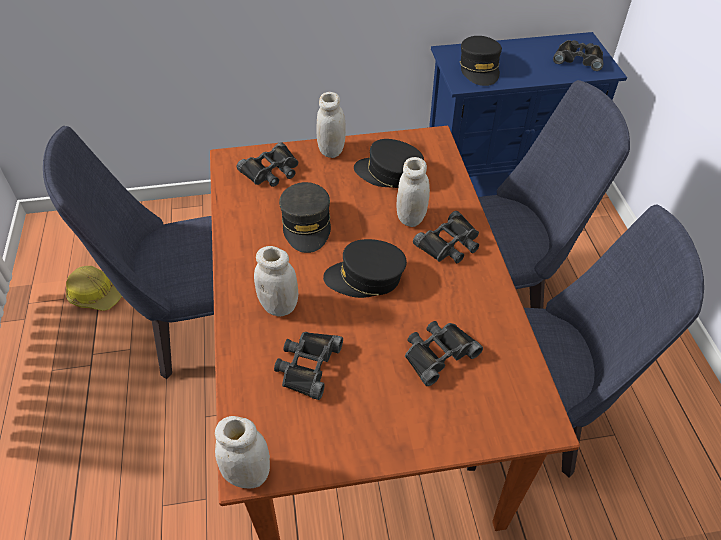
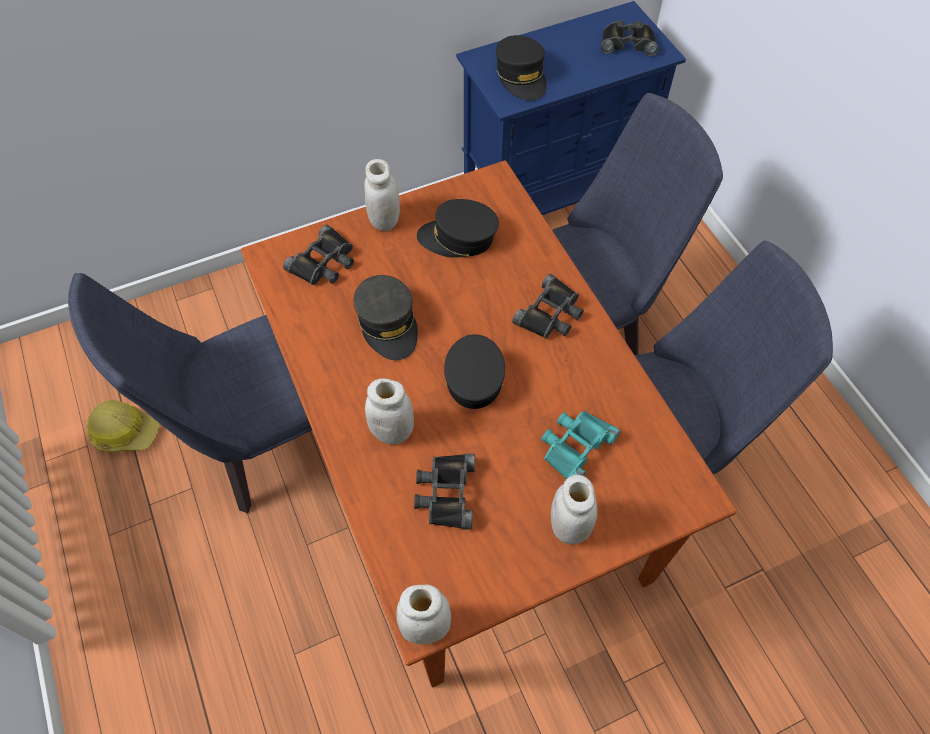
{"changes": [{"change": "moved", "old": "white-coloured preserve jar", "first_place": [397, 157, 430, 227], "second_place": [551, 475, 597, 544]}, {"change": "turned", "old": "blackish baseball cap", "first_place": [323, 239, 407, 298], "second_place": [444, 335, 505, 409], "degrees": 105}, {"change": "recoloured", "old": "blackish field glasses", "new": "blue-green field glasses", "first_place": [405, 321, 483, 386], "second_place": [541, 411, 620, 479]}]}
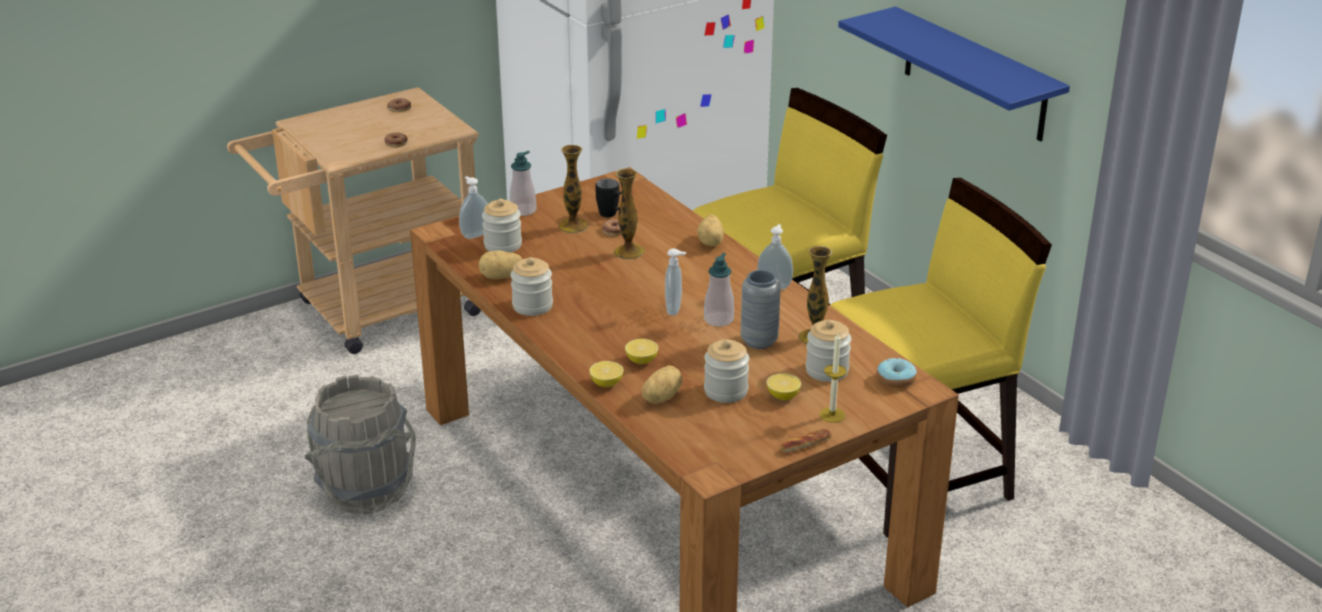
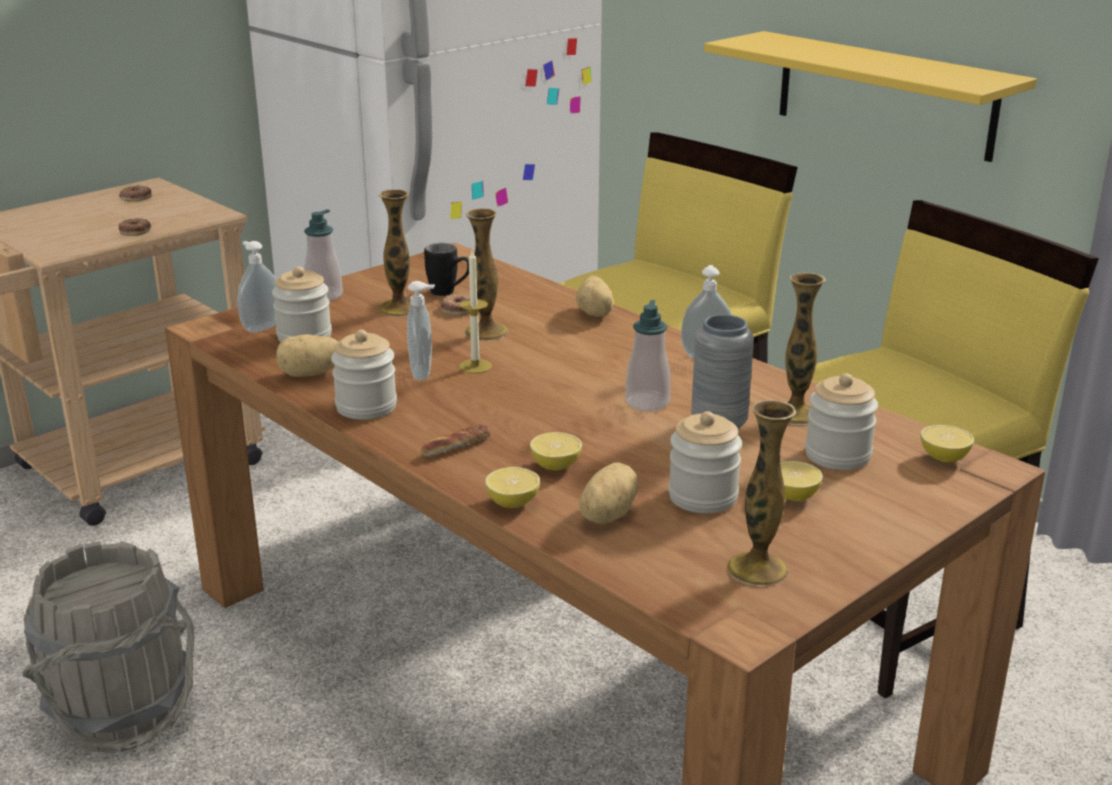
{"changes": [{"change": "recoloured", "old": "bluish bracket shelf", "new": "yellow bracket shelf", "first_place": [838, 7, 1070, 141], "second_place": [704, 31, 1037, 162]}, {"change": "moved", "old": "soap bottle", "first_place": [665, 248, 686, 316], "second_place": [407, 281, 435, 380]}, {"change": "moved", "old": "wax light", "first_place": [819, 333, 847, 423], "second_place": [459, 251, 492, 374]}, {"change": "replaced", "old": "ring doughnut", "new": "citrus fruit", "first_place": [877, 358, 917, 388], "second_place": [921, 425, 974, 462]}, {"change": "moved", "old": "bakery bread", "first_place": [781, 429, 831, 452], "second_place": [421, 425, 491, 457]}, {"change": "added", "new": "vase", "second_place": [727, 400, 797, 586]}]}
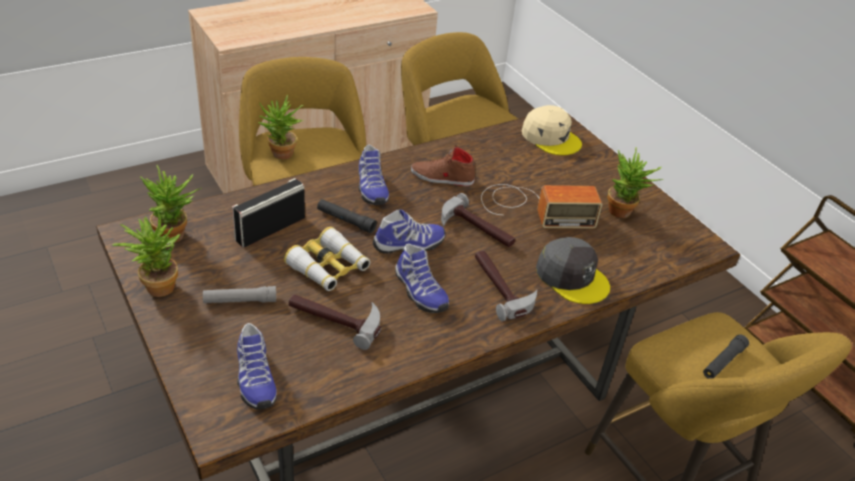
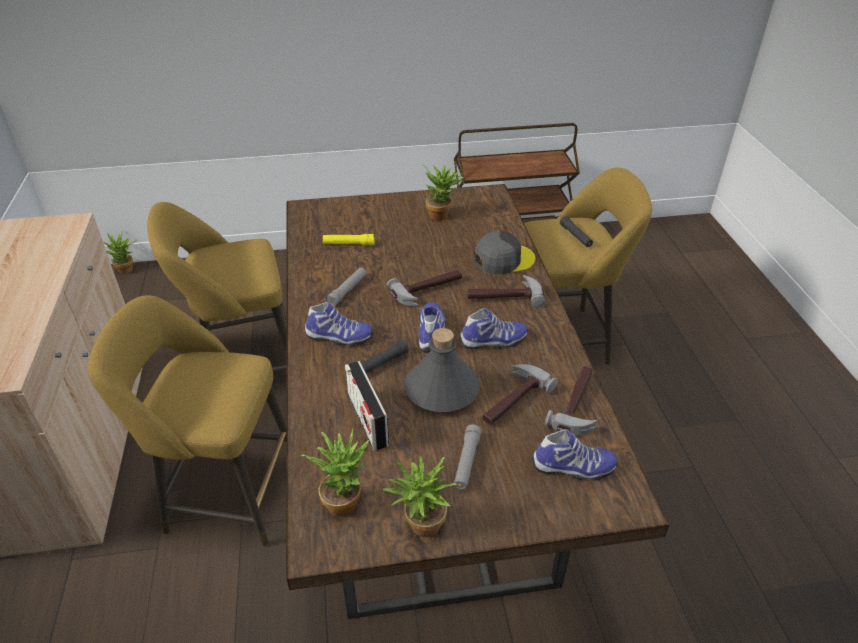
{"changes": [{"change": "moved", "old": "potted plant", "first_place": [258, 95, 303, 160], "second_place": [104, 230, 135, 274]}, {"change": "removed", "old": "sand-coloured baseball cap", "first_place": [522, 105, 582, 155]}, {"change": "replaced", "old": "brown-coloured shoe", "new": "grey torch", "first_place": [411, 145, 475, 186], "second_place": [326, 268, 367, 306]}, {"change": "removed", "old": "radio", "first_place": [481, 184, 603, 229]}, {"change": "replaced", "old": "field glasses", "new": "grey drink bottle", "first_place": [284, 227, 370, 291], "second_place": [404, 328, 480, 412]}, {"change": "added", "new": "yellow torch", "second_place": [323, 234, 374, 245]}, {"change": "added", "new": "hand hammer", "second_place": [545, 366, 598, 435]}]}
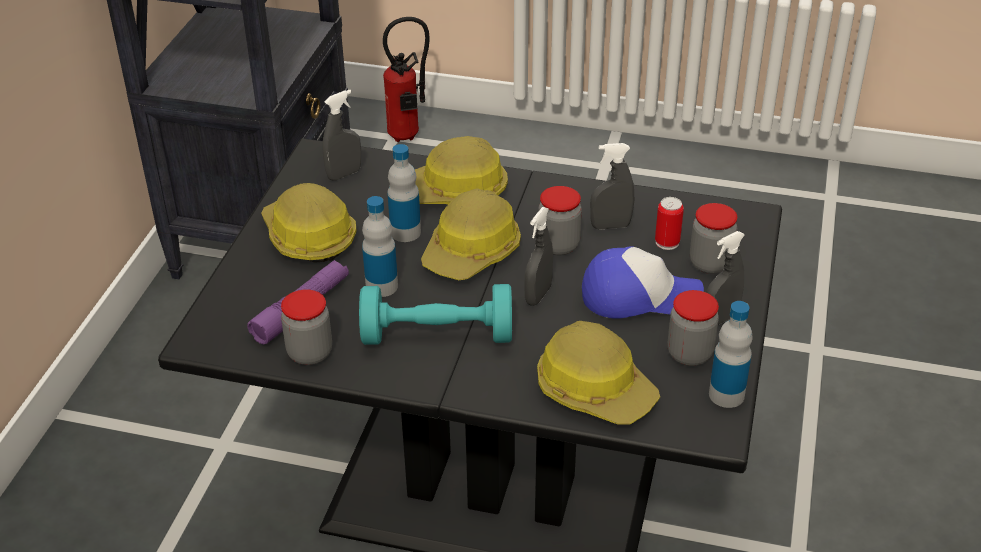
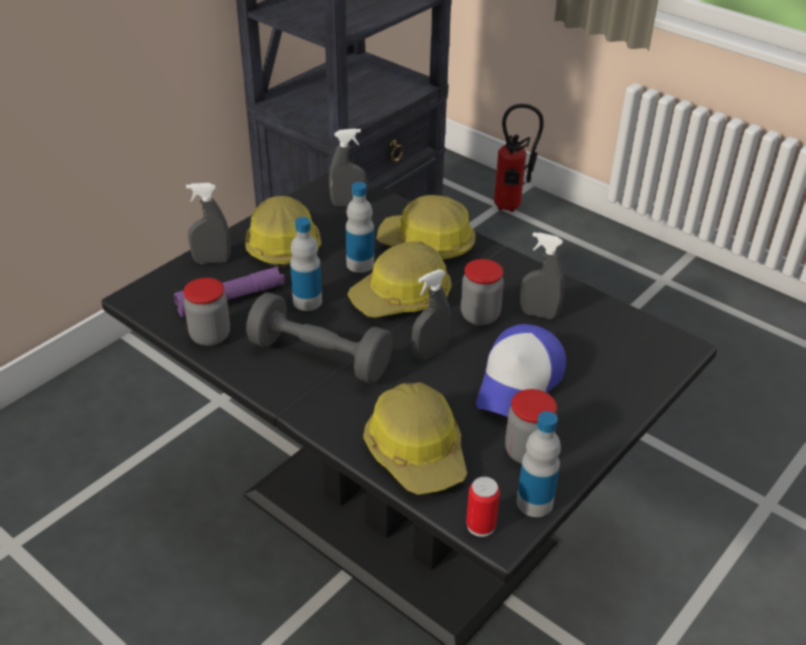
{"changes": [{"change": "moved", "old": "metal can", "first_place": [655, 197, 684, 250], "second_place": [466, 477, 500, 537]}, {"change": "removed", "old": "preserve jar", "first_place": [690, 203, 737, 274]}, {"change": "moved", "old": "grey spray bottle", "first_place": [706, 231, 745, 325], "second_place": [186, 183, 231, 264]}, {"change": "turned", "old": "baseball cap", "first_place": [582, 246, 704, 319], "second_place": [476, 324, 566, 417], "degrees": 90}, {"change": "recoloured", "old": "blue-green hand weight", "new": "grey hand weight", "first_place": [359, 284, 512, 345], "second_place": [246, 293, 393, 383]}]}
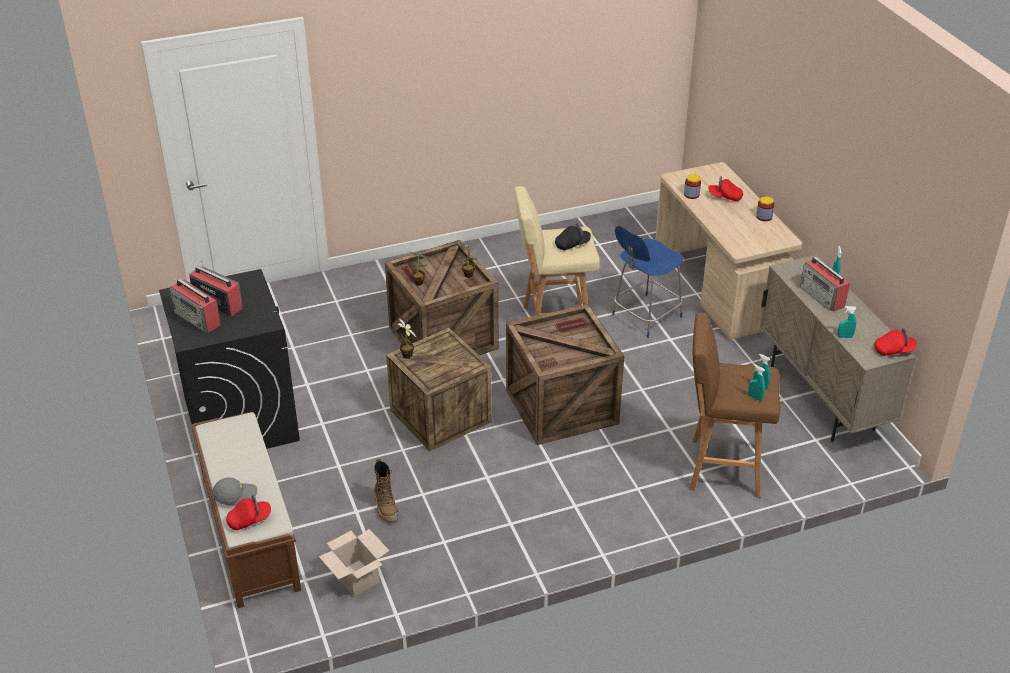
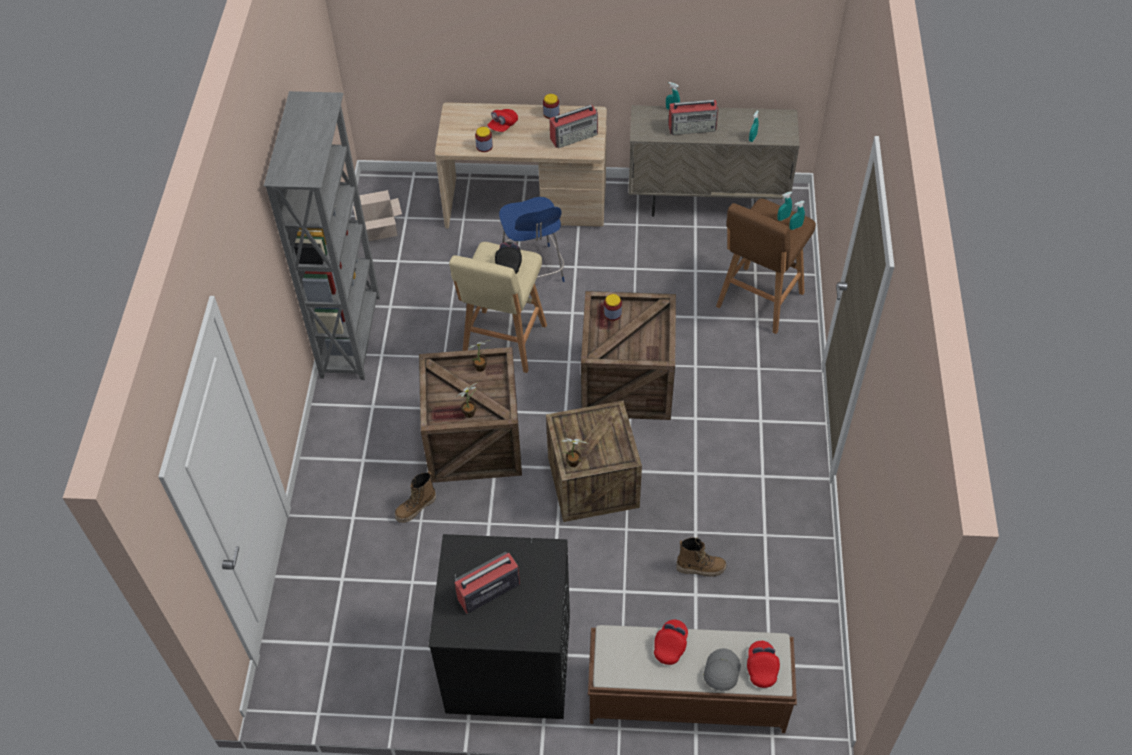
{"changes": [{"change": "moved", "old": "radio", "first_place": [169, 279, 221, 332], "second_place": [549, 105, 598, 148]}, {"change": "moved", "old": "reddish baseball cap", "first_place": [874, 328, 917, 356], "second_place": [654, 619, 688, 665]}, {"change": "moved", "old": "cardboard box", "first_place": [319, 529, 389, 596], "second_place": [353, 190, 402, 241]}, {"change": "added", "new": "grey bookcase", "second_place": [264, 91, 380, 380]}, {"change": "added", "new": "preserve jar", "second_place": [604, 294, 622, 321]}, {"change": "added", "new": "boot", "second_place": [395, 471, 436, 523]}]}
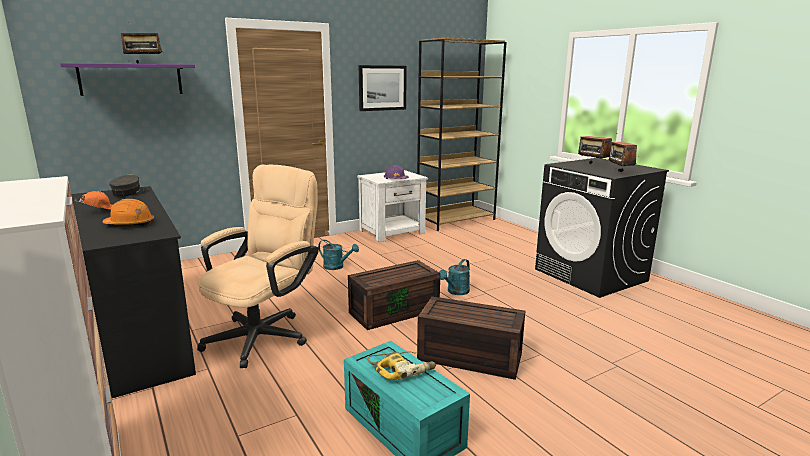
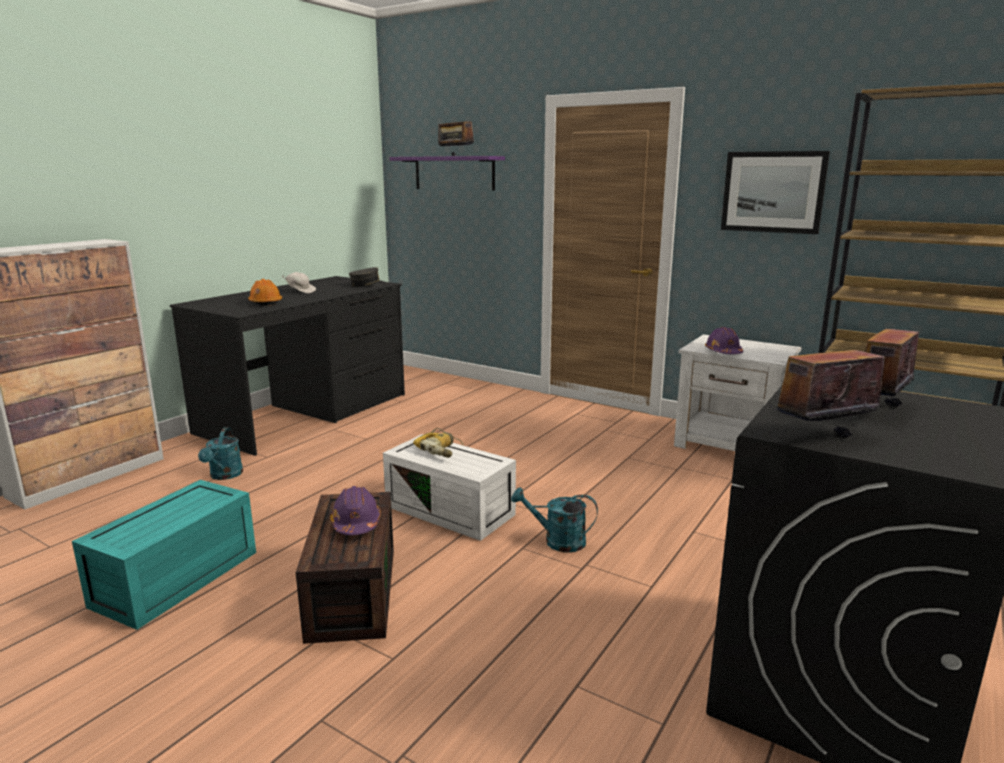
{"changes": [{"change": "removed", "old": "sand-coloured computer chair", "first_place": [197, 164, 319, 368]}, {"change": "recoloured", "old": "orange-coloured baseball cap", "new": "white-coloured baseball cap", "first_place": [74, 191, 113, 210], "second_place": [282, 272, 316, 293]}, {"change": "moved", "old": "blue-green sprinkling can", "first_place": [318, 240, 359, 270], "second_place": [198, 427, 243, 480]}, {"change": "recoloured", "old": "brown-coloured storage container", "new": "white-coloured storage container", "first_place": [348, 260, 440, 330], "second_place": [383, 434, 516, 541]}, {"change": "moved", "old": "electric drill", "first_place": [367, 351, 436, 380], "second_place": [413, 428, 464, 458]}, {"change": "added", "new": "purple hard hat", "second_place": [330, 486, 381, 535]}]}
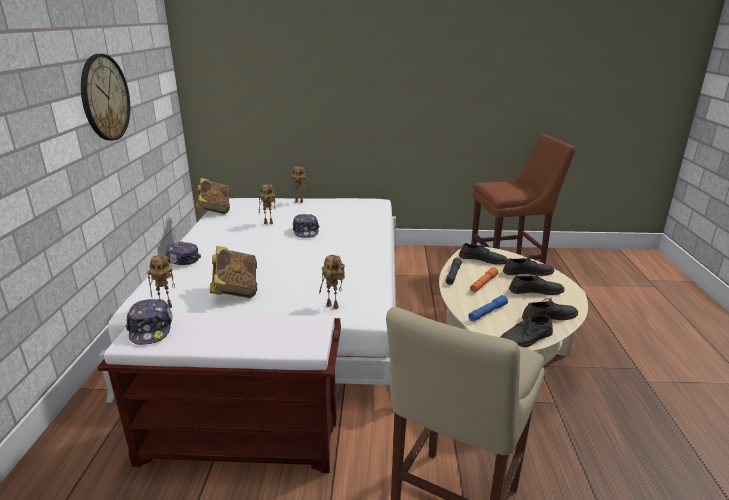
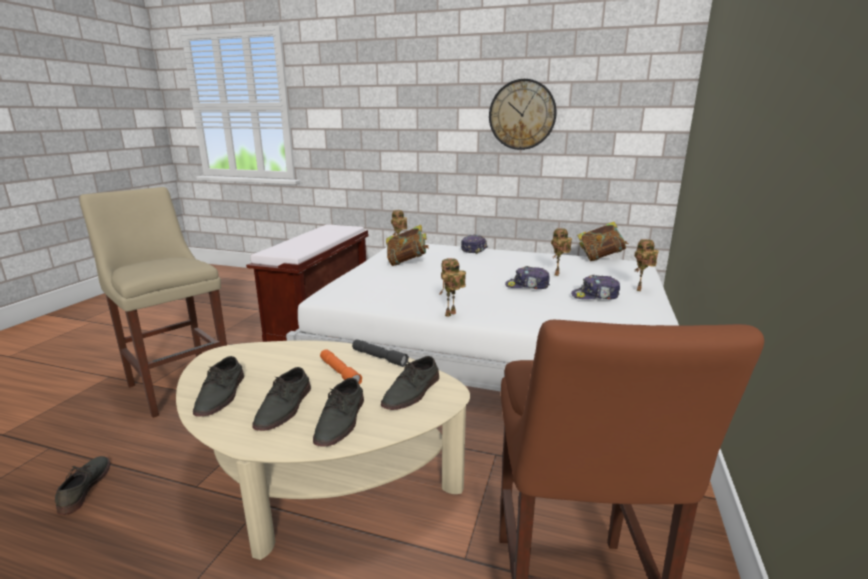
{"changes": [{"change": "moved", "old": "toy robot", "first_place": [319, 255, 345, 309], "second_place": [439, 258, 466, 317]}, {"change": "removed", "old": "bluish torch", "first_place": [468, 295, 508, 321]}, {"change": "moved", "old": "baseball cap", "first_place": [126, 299, 173, 345], "second_place": [571, 275, 620, 299]}, {"change": "moved", "old": "grey shoe", "first_place": [500, 315, 553, 347], "second_place": [55, 456, 110, 515]}]}
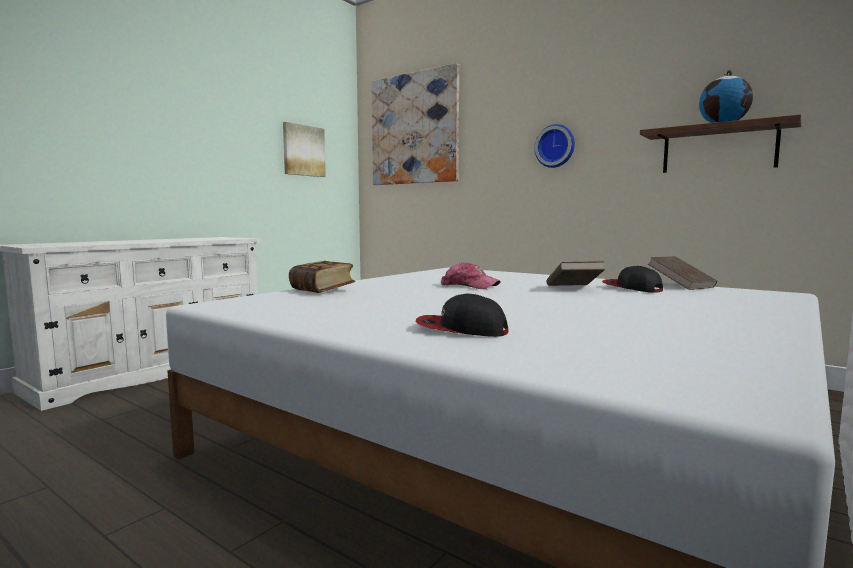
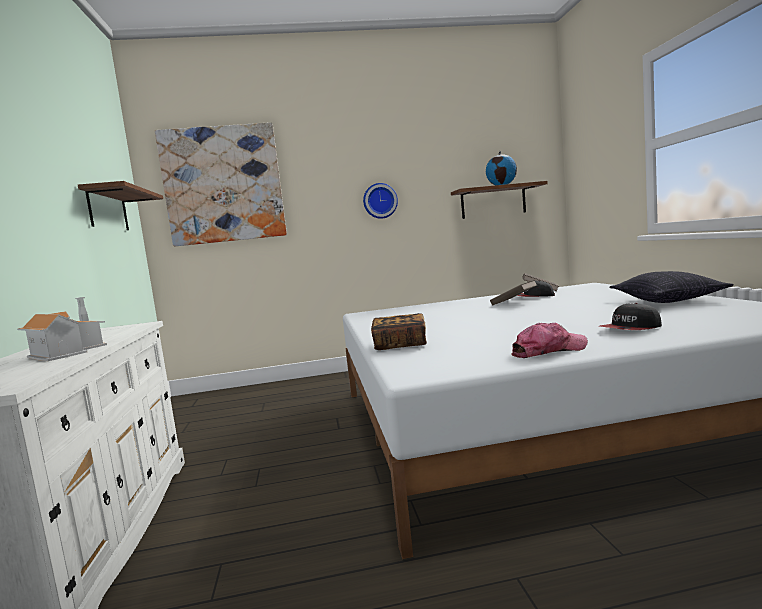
{"changes": [{"change": "replaced", "old": "wall art", "new": "bracket shelf", "first_place": [283, 122, 326, 177], "second_place": [78, 181, 163, 230]}, {"change": "moved", "old": "baseball cap", "first_place": [441, 262, 500, 289], "second_place": [511, 323, 588, 358]}, {"change": "added", "new": "pillow", "second_place": [609, 271, 734, 303]}, {"change": "added", "new": "toy house", "second_place": [17, 297, 107, 361]}]}
